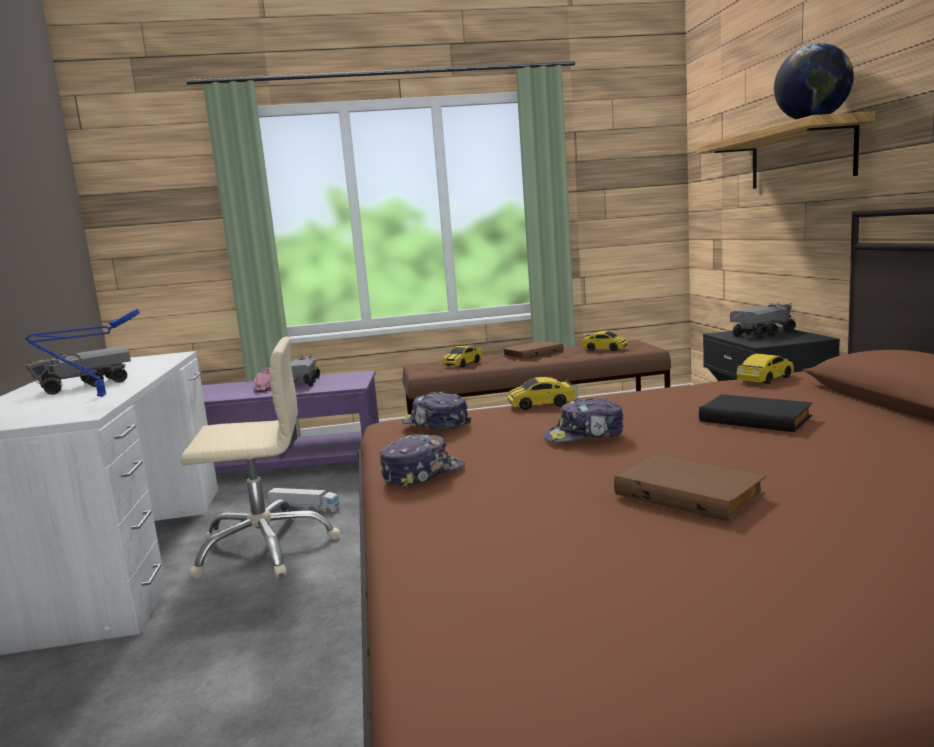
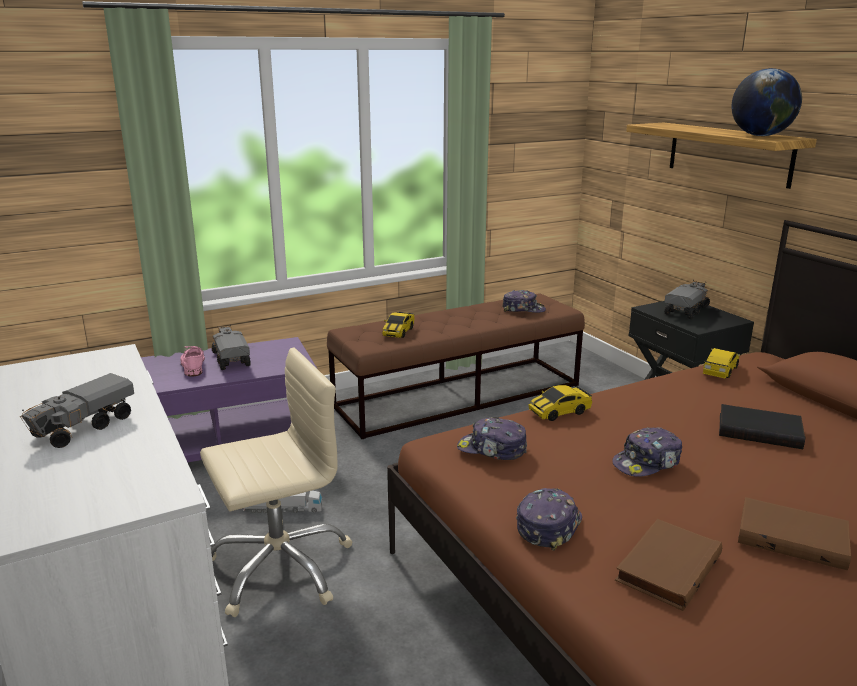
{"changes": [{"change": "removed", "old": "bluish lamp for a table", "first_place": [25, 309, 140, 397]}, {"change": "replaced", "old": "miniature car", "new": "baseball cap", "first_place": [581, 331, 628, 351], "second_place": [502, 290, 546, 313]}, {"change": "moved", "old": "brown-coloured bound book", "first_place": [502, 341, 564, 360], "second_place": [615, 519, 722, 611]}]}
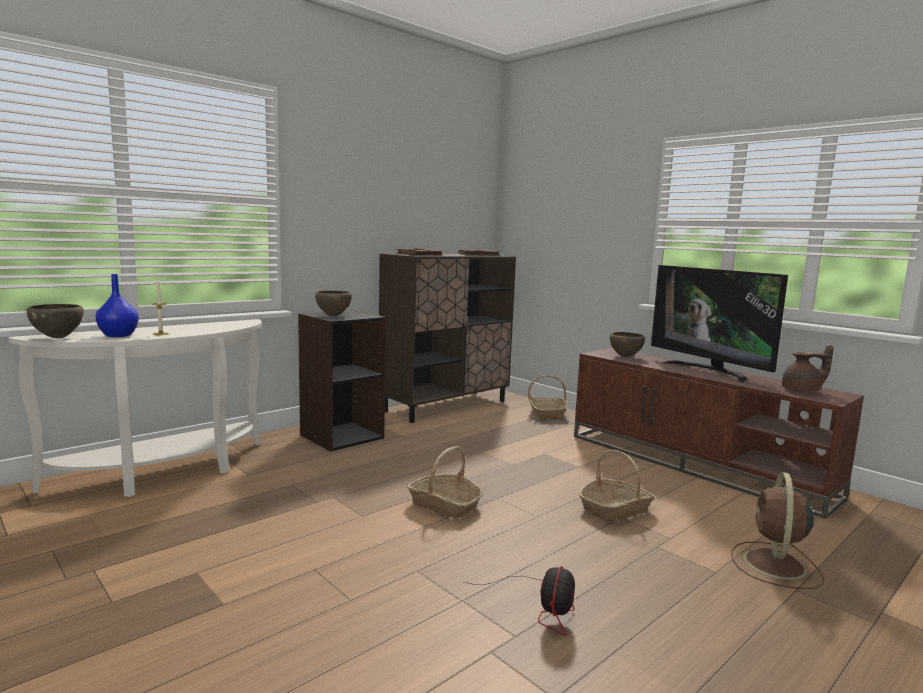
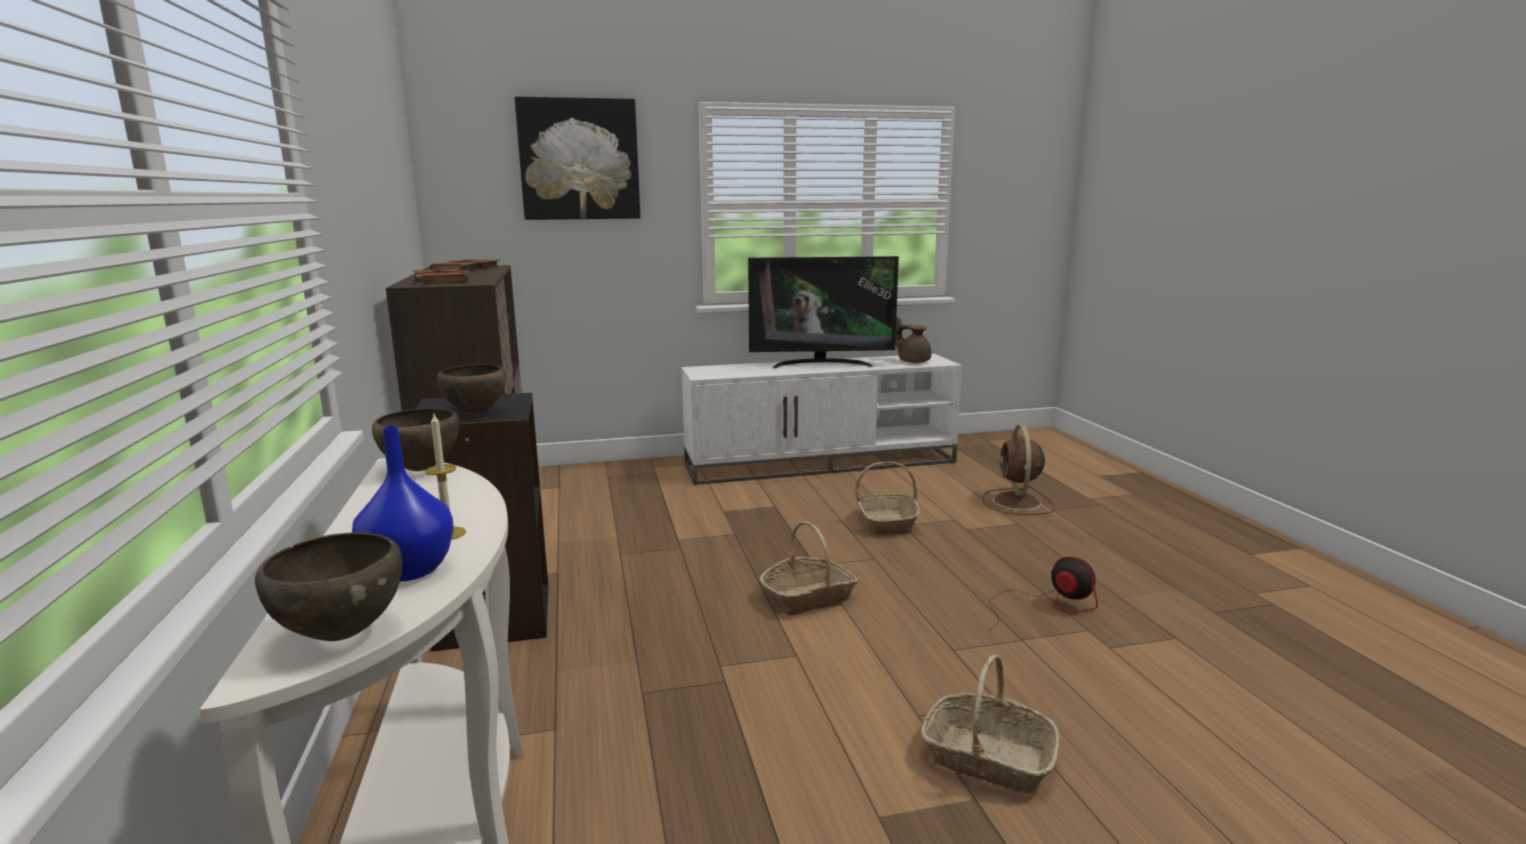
{"changes": [{"change": "moved", "old": "brown-coloured serving bowl", "first_place": [610, 332, 645, 357], "second_place": [372, 408, 459, 471]}, {"change": "turned", "old": "brown-coloured pot for tea", "first_place": [782, 345, 834, 393], "second_place": [895, 316, 931, 363], "degrees": -75}, {"change": "recoloured", "old": "brown-coloured tv stand", "new": "white-coloured tv stand", "first_place": [574, 348, 864, 519], "second_place": [681, 354, 962, 485]}, {"change": "moved", "old": "household basket", "first_place": [528, 375, 568, 420], "second_place": [921, 654, 1060, 793]}, {"change": "turned", "old": "brown-coloured electric fan", "first_place": [731, 472, 824, 589], "second_place": [982, 425, 1055, 515], "degrees": 45}, {"change": "added", "new": "wall art", "second_place": [515, 96, 640, 220]}]}
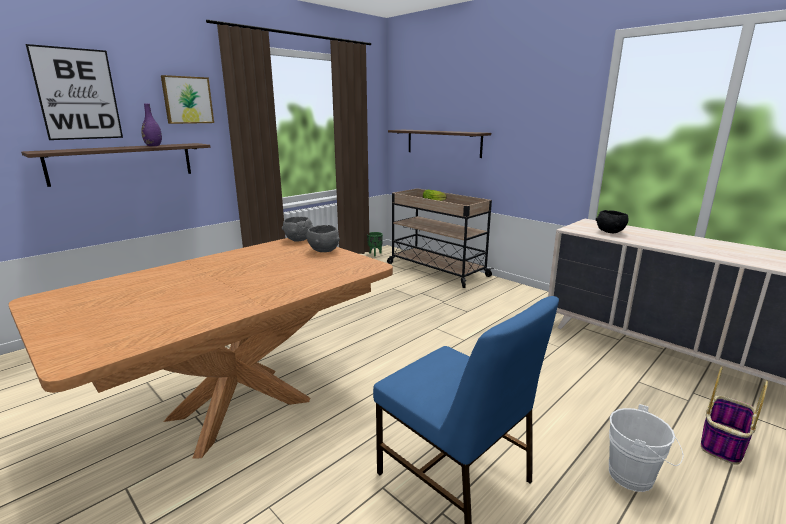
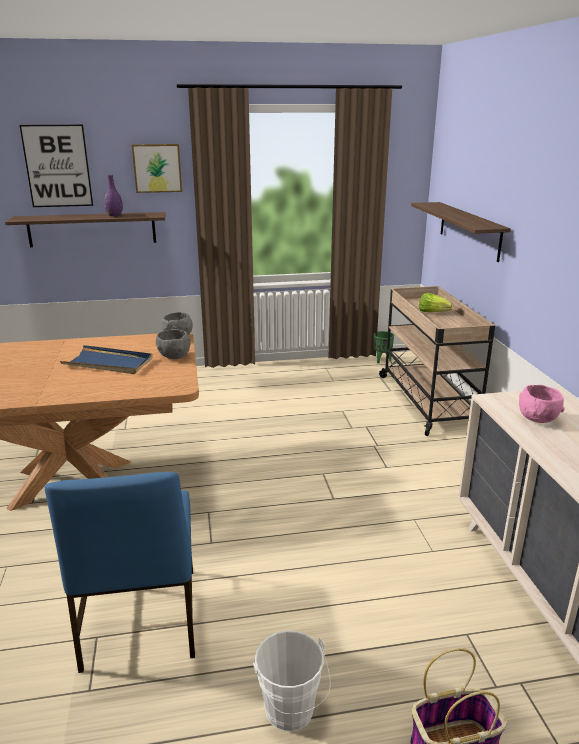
{"changes": [{"change": "recoloured", "old": "blackish serving bowl", "new": "pink serving bowl", "first_place": [596, 210, 628, 233], "second_place": [519, 385, 565, 423]}, {"change": "added", "new": "bluish serving tray", "second_place": [60, 345, 153, 374]}]}
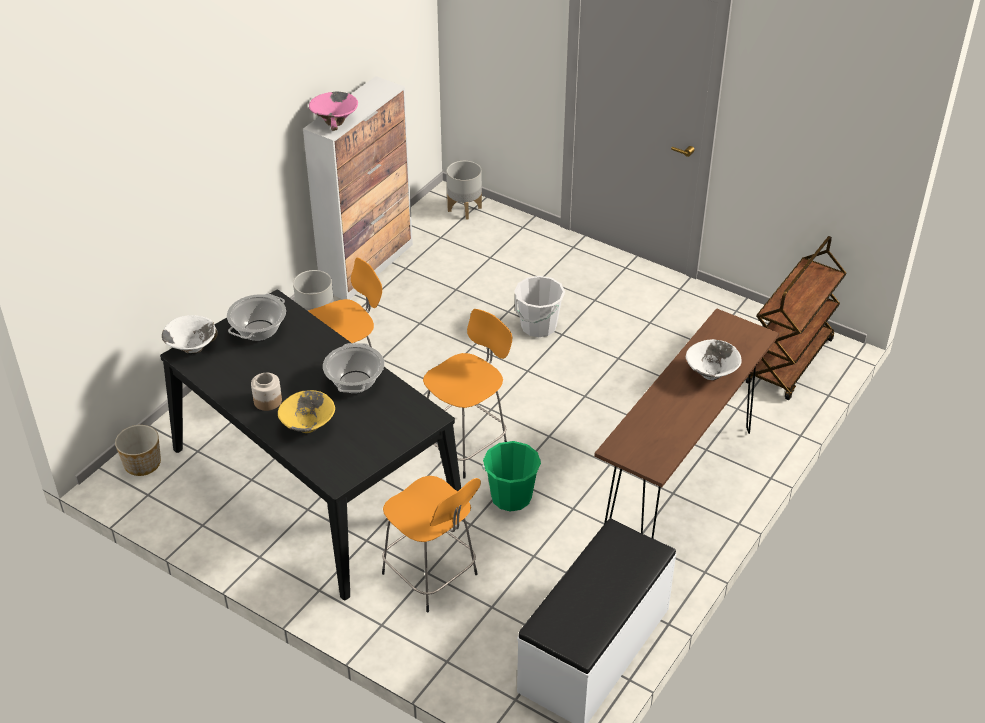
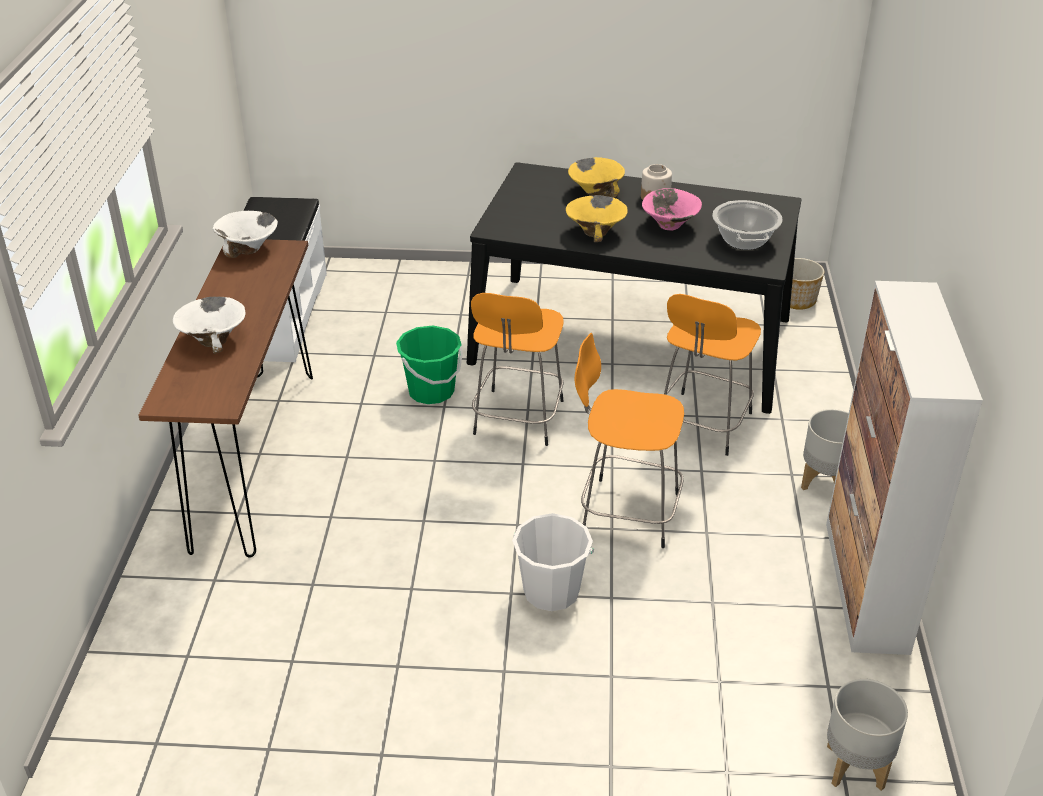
{"changes": [{"change": "moved", "old": "pink serving bowl", "first_place": [309, 91, 358, 131], "second_place": [642, 188, 702, 231]}, {"change": "removed", "old": "brown-coloured wheeled cart", "first_place": [746, 236, 846, 400]}, {"change": "moved", "old": "white-coloured serving bowl", "first_place": [162, 315, 218, 354], "second_place": [213, 211, 278, 258]}, {"change": "replaced", "old": "cooking pot", "new": "yellow serving bowl", "first_place": [323, 343, 384, 393], "second_place": [566, 195, 627, 242]}, {"change": "moved", "old": "orange-coloured stool seat", "first_place": [382, 476, 481, 612], "second_place": [575, 333, 684, 548]}]}
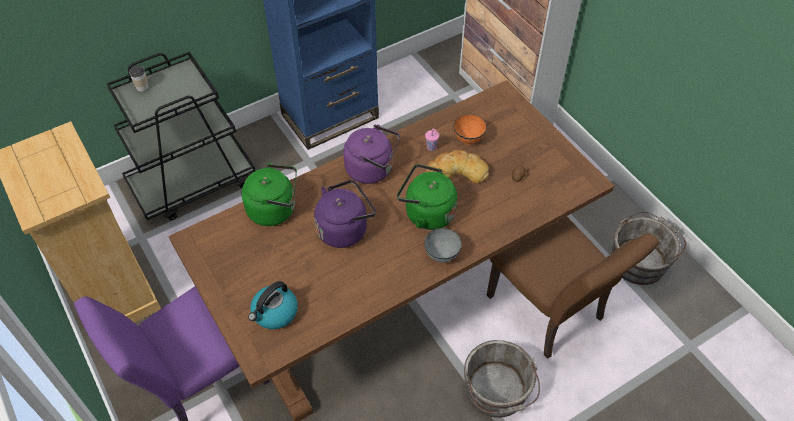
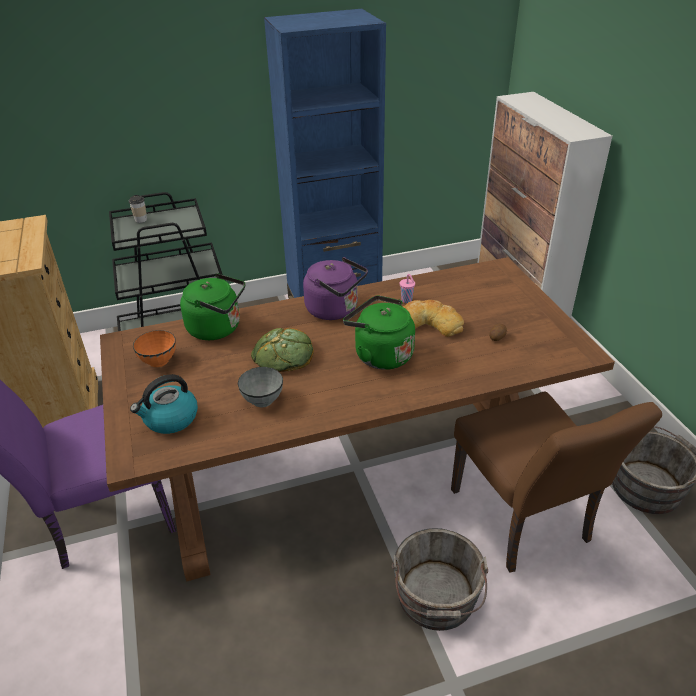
{"changes": [{"change": "moved", "old": "orange-coloured serving bowl", "first_place": [453, 114, 487, 145], "second_place": [133, 330, 176, 367]}, {"change": "replaced", "old": "purple tea kettle", "new": "bakery bread", "first_place": [314, 180, 376, 248], "second_place": [251, 328, 314, 372]}, {"change": "moved", "old": "grey serving bowl", "first_place": [424, 228, 462, 263], "second_place": [238, 367, 283, 407]}]}
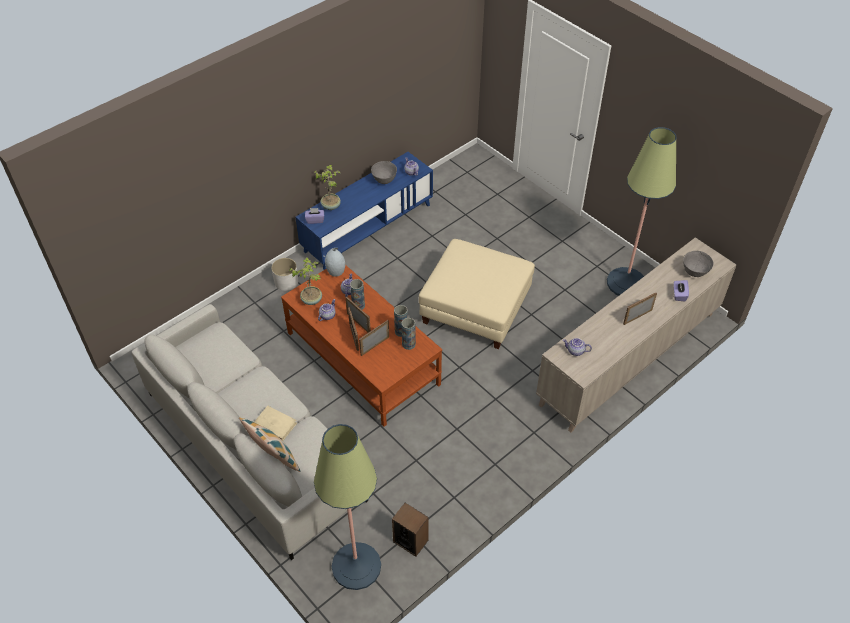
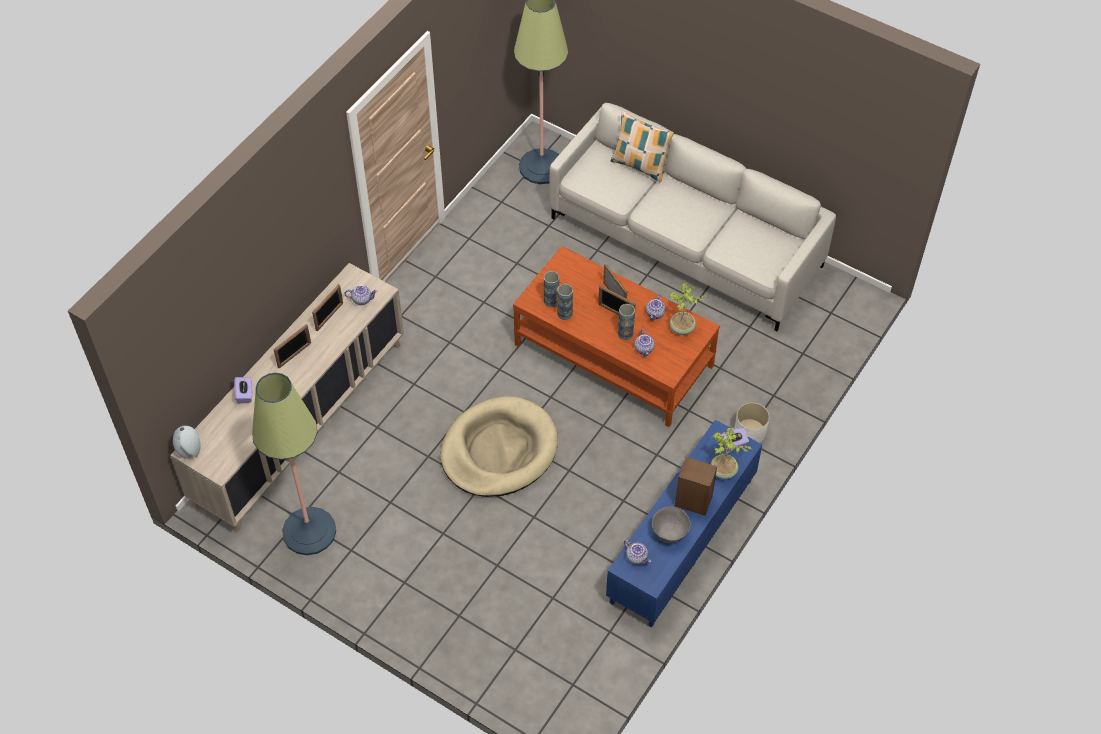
{"changes": [{"change": "replaced", "old": "sand-coloured pouffe", "new": "sand-coloured dog cushion", "first_place": [419, 239, 535, 349], "second_place": [440, 396, 558, 497]}, {"change": "moved", "old": "grey vase", "first_place": [325, 248, 345, 277], "second_place": [173, 426, 201, 459]}, {"change": "removed", "old": "grey serving bowl", "first_place": [683, 251, 714, 277]}, {"change": "moved", "old": "standing frame", "first_place": [359, 320, 389, 356], "second_place": [312, 284, 343, 331]}, {"change": "removed", "old": "sand-coloured bound book", "first_place": [254, 406, 297, 441]}, {"change": "moved", "old": "speaker", "first_place": [392, 503, 429, 557], "second_place": [675, 457, 717, 516]}]}
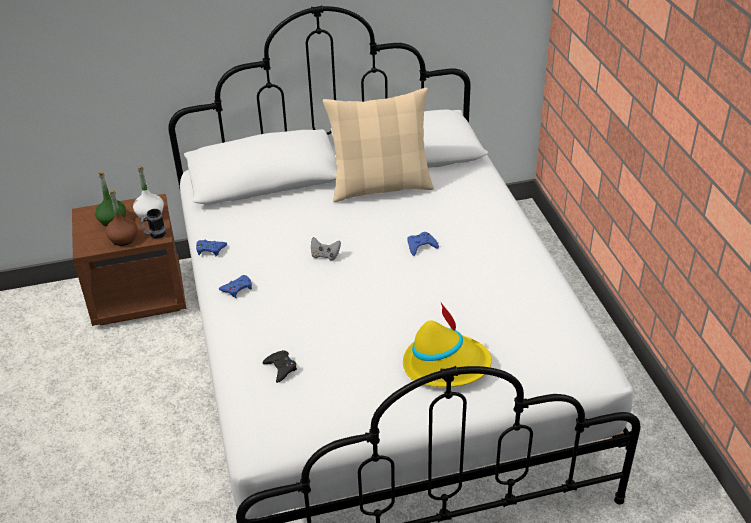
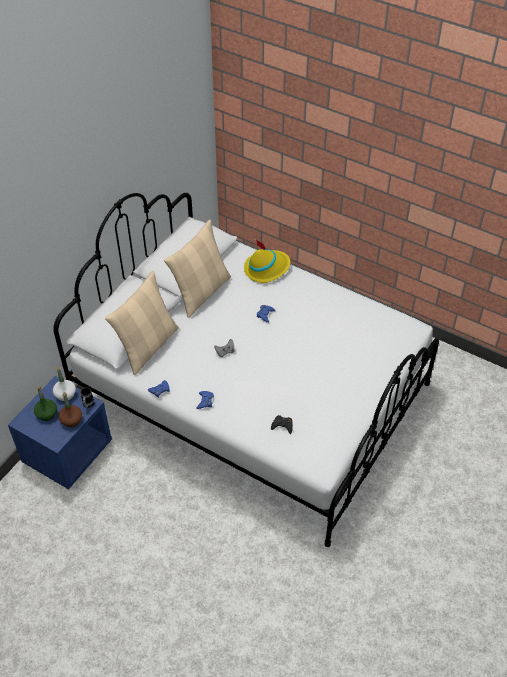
{"changes": [{"change": "recoloured", "old": "brown-coloured night table", "new": "bluish night table", "first_place": [72, 194, 186, 326], "second_place": [8, 376, 112, 489]}, {"change": "moved", "old": "yellow hat", "first_place": [403, 303, 492, 387], "second_place": [244, 240, 291, 283]}, {"change": "added", "new": "sand-coloured pillow", "second_place": [105, 271, 179, 375]}]}
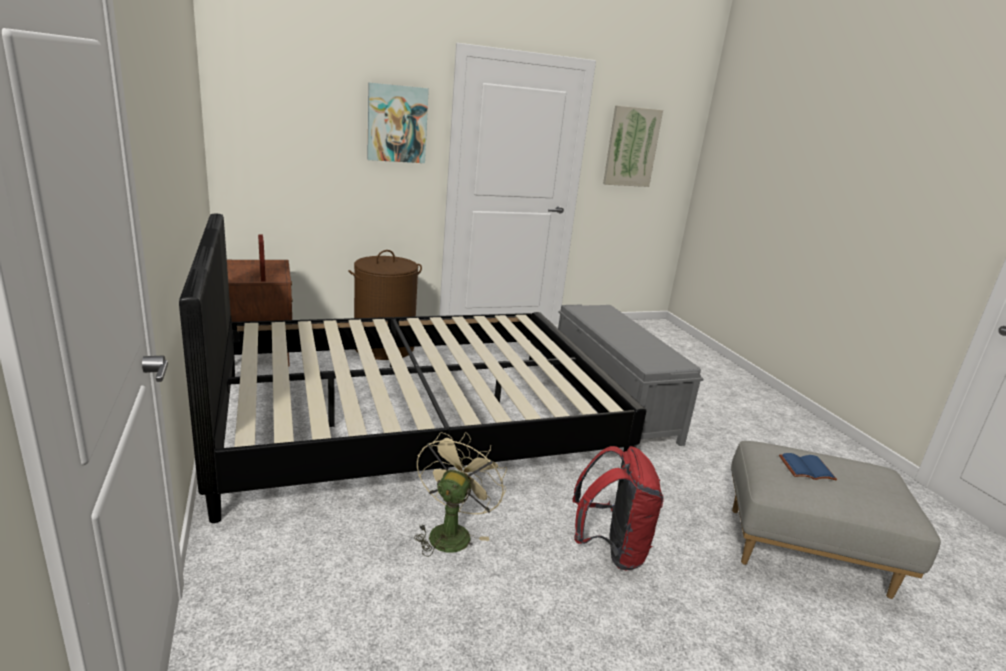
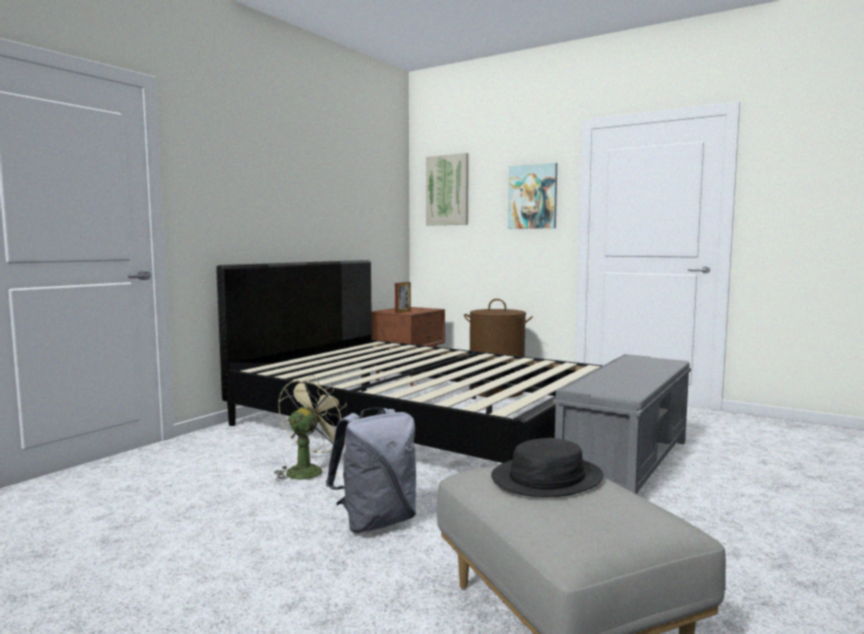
{"changes": [{"change": "moved", "old": "wall art", "first_place": [603, 105, 663, 187], "second_place": [426, 153, 469, 226]}, {"change": "turned", "old": "sand-coloured electric fan", "first_place": [414, 432, 507, 557], "second_place": [274, 375, 347, 481], "degrees": -45}, {"change": "recoloured", "old": "reddish backpack", "new": "grey backpack", "first_place": [572, 446, 664, 571], "second_place": [326, 407, 416, 533]}, {"change": "replaced", "old": "bluish bound book", "new": "blackish hat", "first_place": [779, 453, 837, 481], "second_place": [491, 438, 604, 497]}]}
